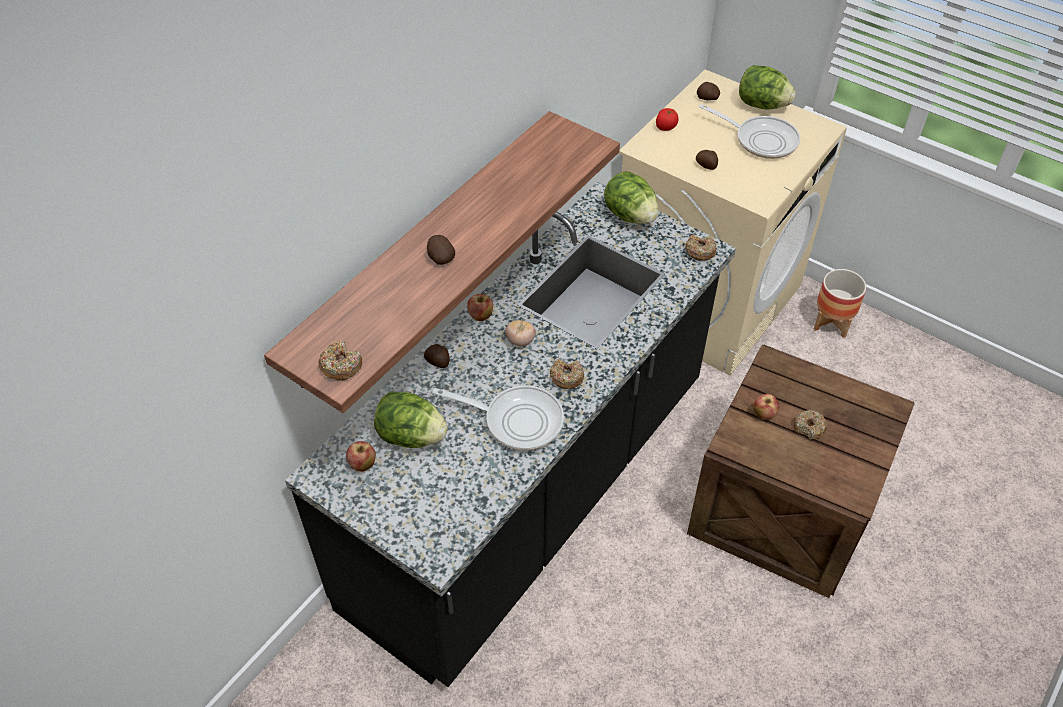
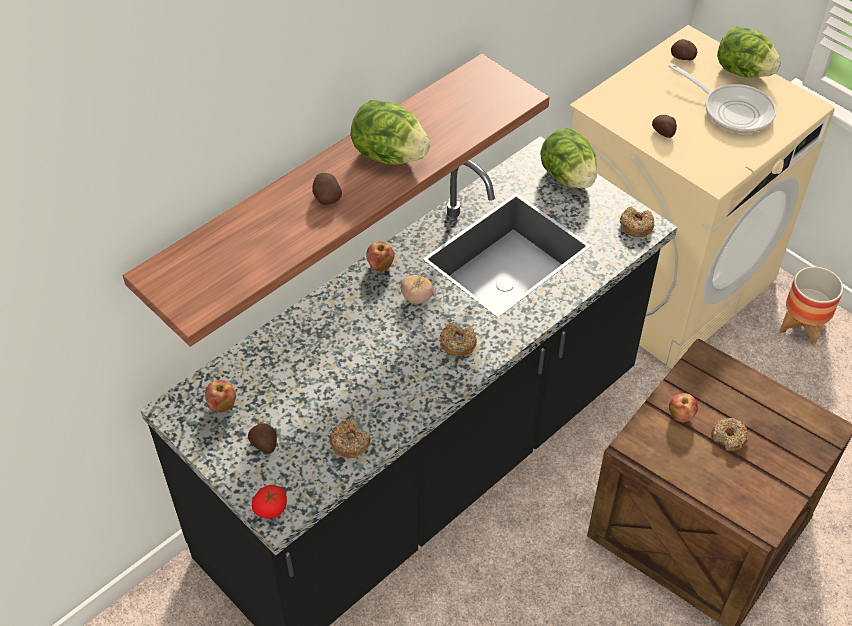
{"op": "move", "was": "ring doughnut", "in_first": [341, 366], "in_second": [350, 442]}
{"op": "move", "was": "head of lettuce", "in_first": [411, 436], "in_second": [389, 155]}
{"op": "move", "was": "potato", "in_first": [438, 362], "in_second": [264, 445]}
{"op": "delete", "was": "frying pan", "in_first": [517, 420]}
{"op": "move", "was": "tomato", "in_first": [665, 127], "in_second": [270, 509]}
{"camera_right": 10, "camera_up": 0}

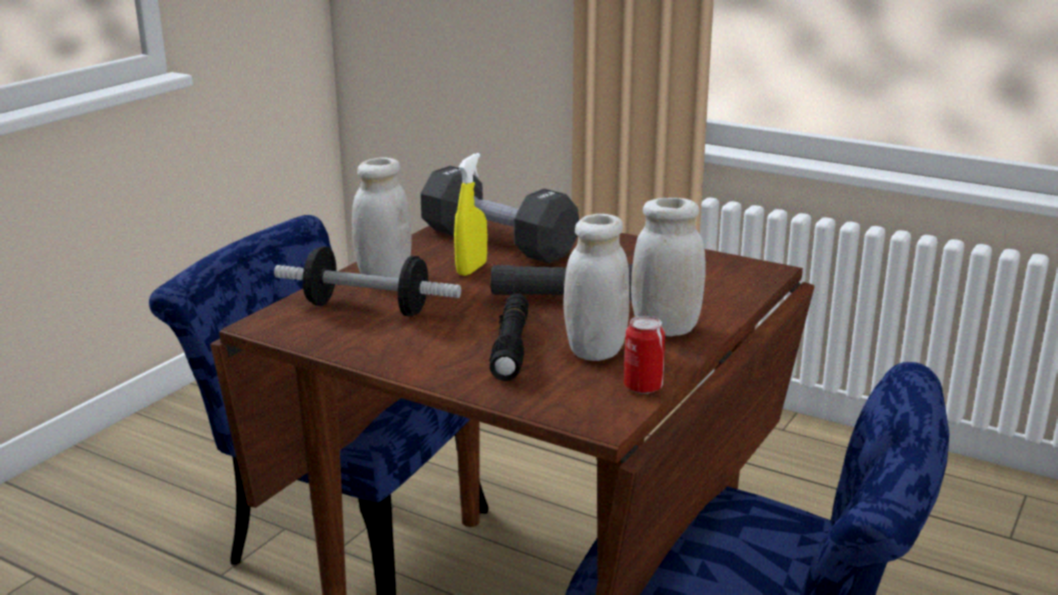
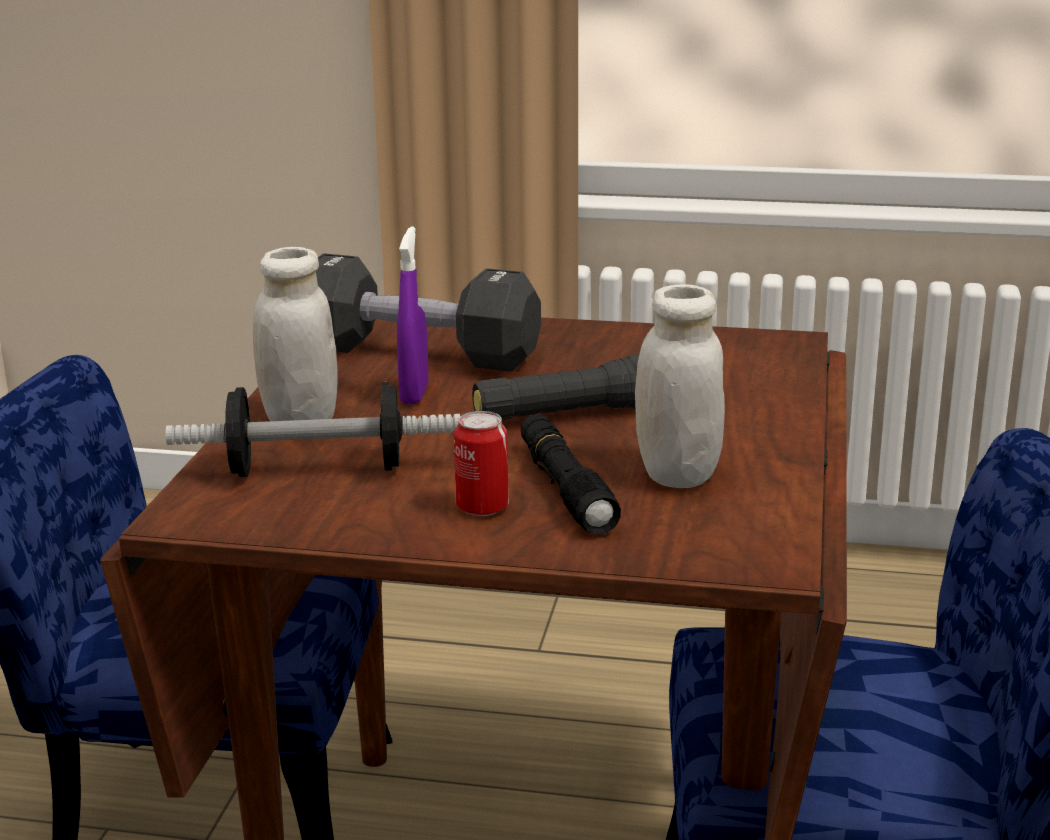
{"op": "recolor", "was": "yellowish hand sprayer", "now": "purple-coloured hand sprayer", "in_first": [471, 269], "in_second": [414, 394]}
{"op": "move", "was": "sealed can", "in_first": [643, 387], "in_second": [482, 507]}
{"op": "delete", "was": "whitish storage jar", "in_first": [665, 328]}
{"camera_right": -20, "camera_up": 0}

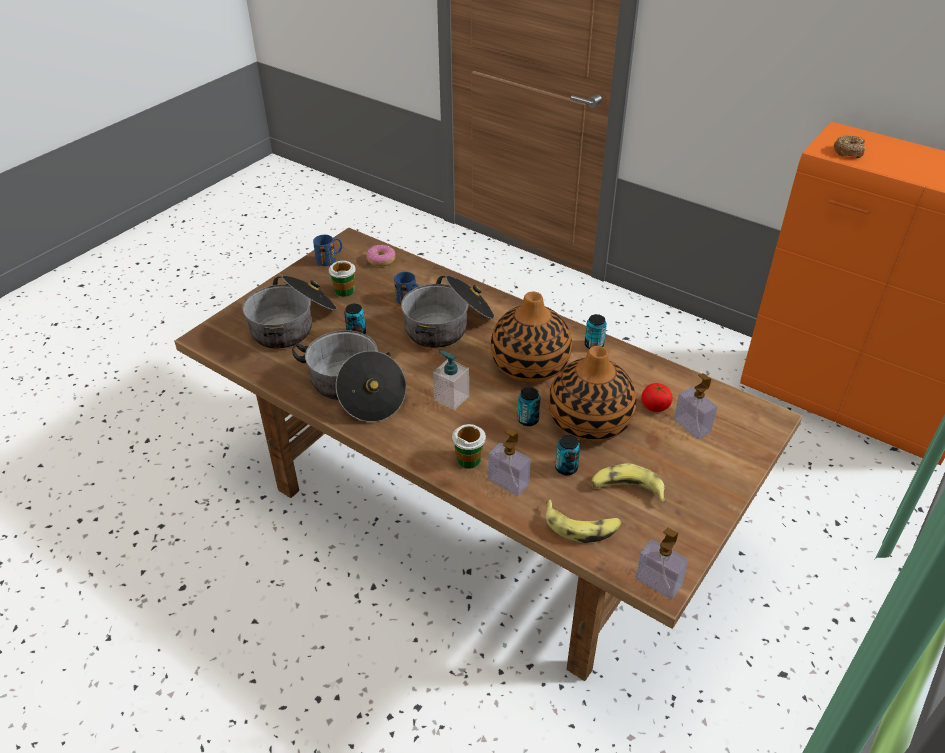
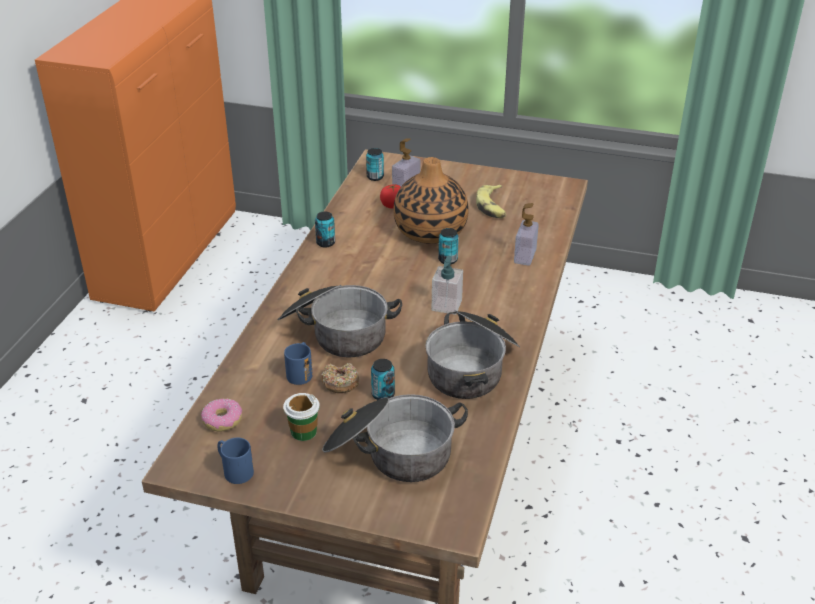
{"op": "delete", "was": "cup", "in_first": [469, 459]}
{"op": "delete", "was": "vase", "in_first": [530, 365]}
{"op": "delete", "was": "banana fruit", "in_first": [582, 526]}
{"op": "move", "was": "sealed can", "in_first": [566, 468], "in_second": [375, 177]}
{"op": "delete", "was": "liquid soap bottle", "in_first": [658, 582]}
{"op": "move", "was": "ring doughnut", "in_first": [848, 151], "in_second": [340, 383]}
{"camera_right": -110, "camera_up": -5}

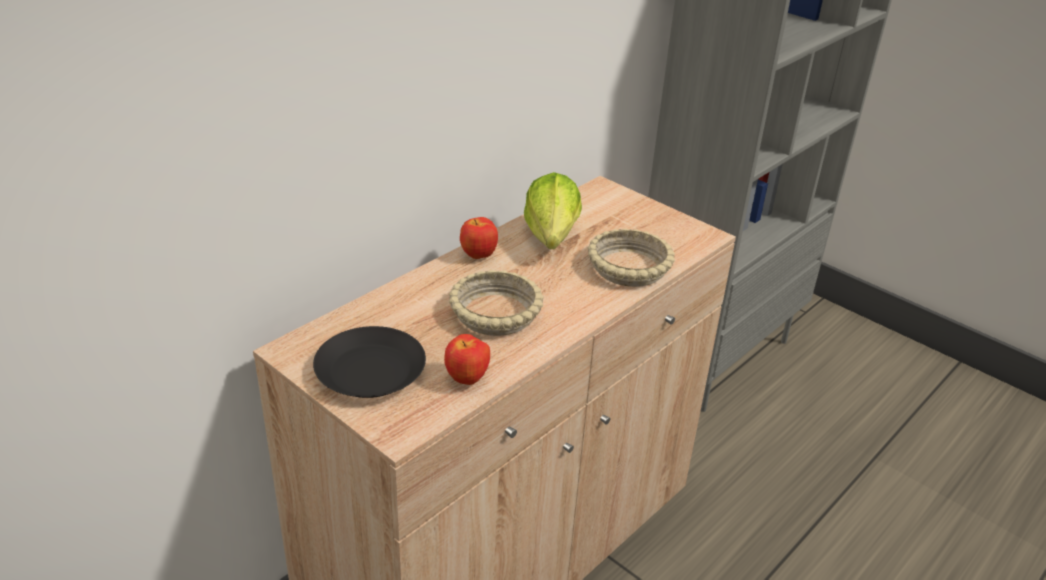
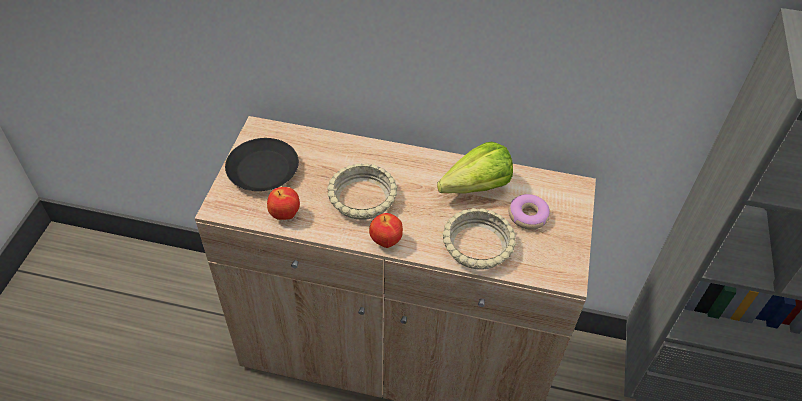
{"op": "move", "was": "apple fruit", "in_first": [478, 256], "in_second": [385, 241]}
{"op": "insert", "now": "ring doughnut", "in_second": [528, 215]}
{"camera_right": 60, "camera_up": 15}

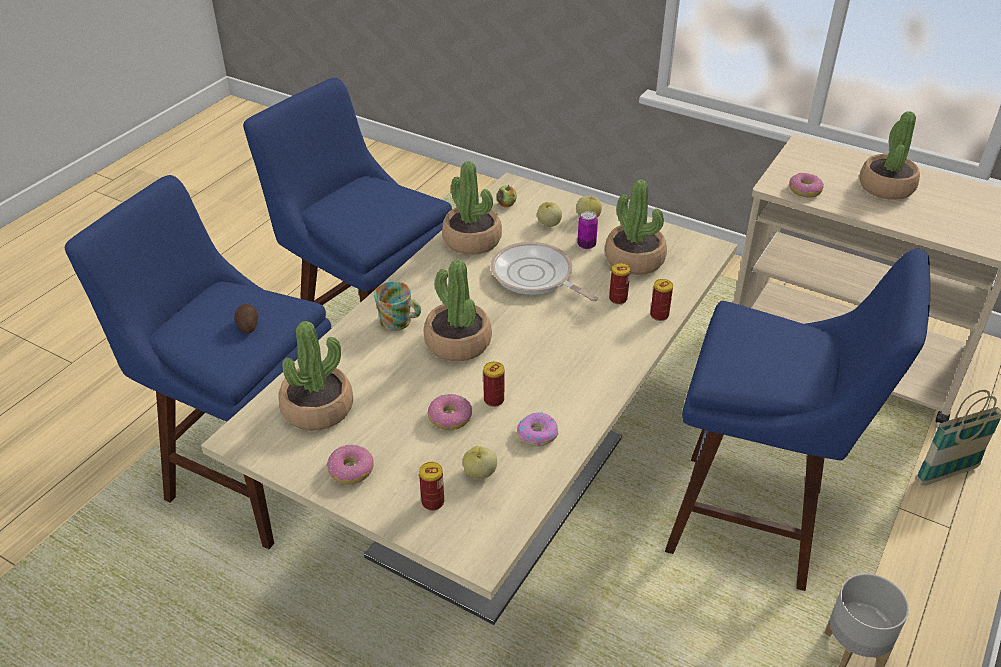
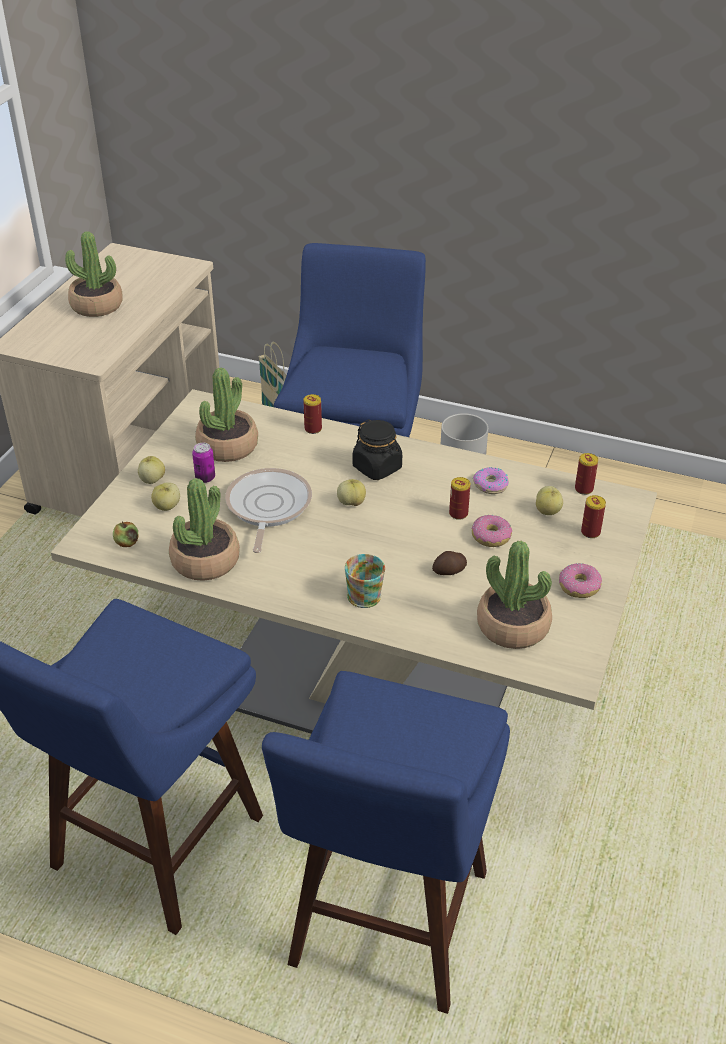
{"op": "move", "was": "potato", "in_first": [248, 325], "in_second": [450, 571]}
{"op": "delete", "was": "plant in a pot", "in_first": [457, 342]}
{"op": "rotate", "was": "frying pan", "in_first": [535, 277], "in_second": [267, 507], "clockwise": 150}
{"op": "move", "was": "sealed can", "in_first": [618, 299], "in_second": [584, 489]}
{"op": "delete", "was": "ring doughnut", "in_first": [804, 190]}
{"op": "insert", "now": "apple fruit", "in_second": [351, 503]}
{"op": "insert", "now": "black storage jar", "in_second": [377, 467]}
{"camera_right": -100, "camera_up": 0}

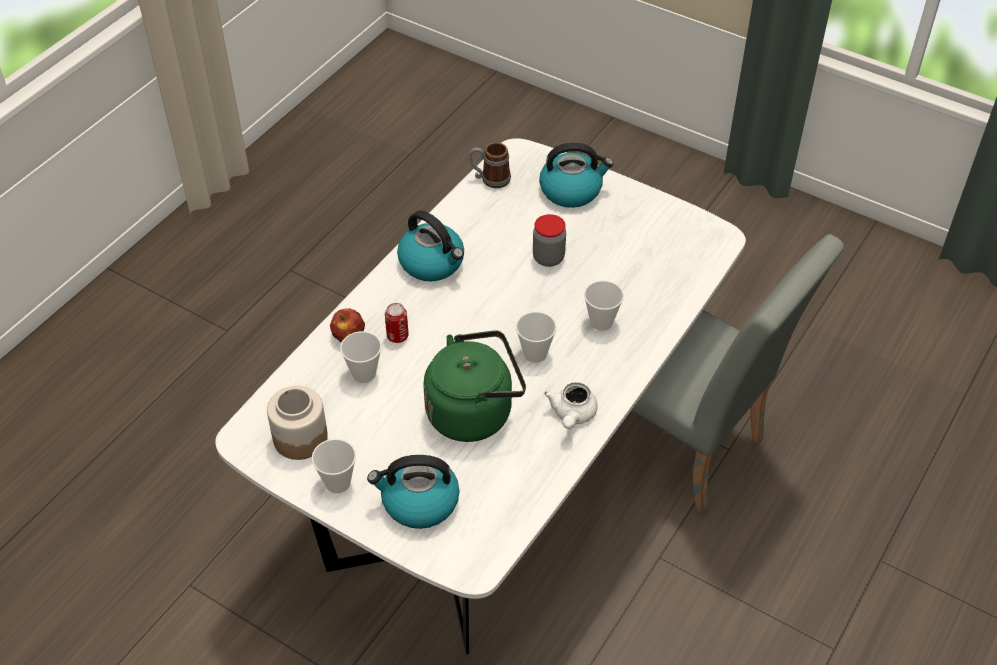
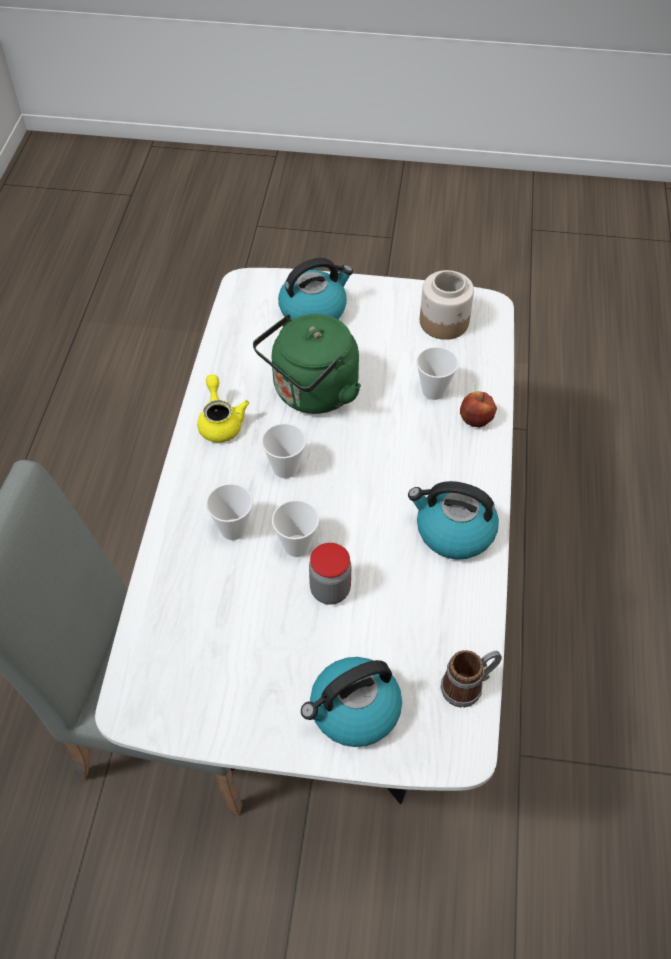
{"op": "move", "was": "cup", "in_first": [338, 483], "in_second": [297, 545]}
{"op": "delete", "was": "sealed can", "in_first": [397, 336]}
{"op": "recolor", "was": "whitish teapot", "now": "yellowish teapot", "in_first": [572, 415], "in_second": [220, 421]}
{"camera_right": 155, "camera_up": 5}

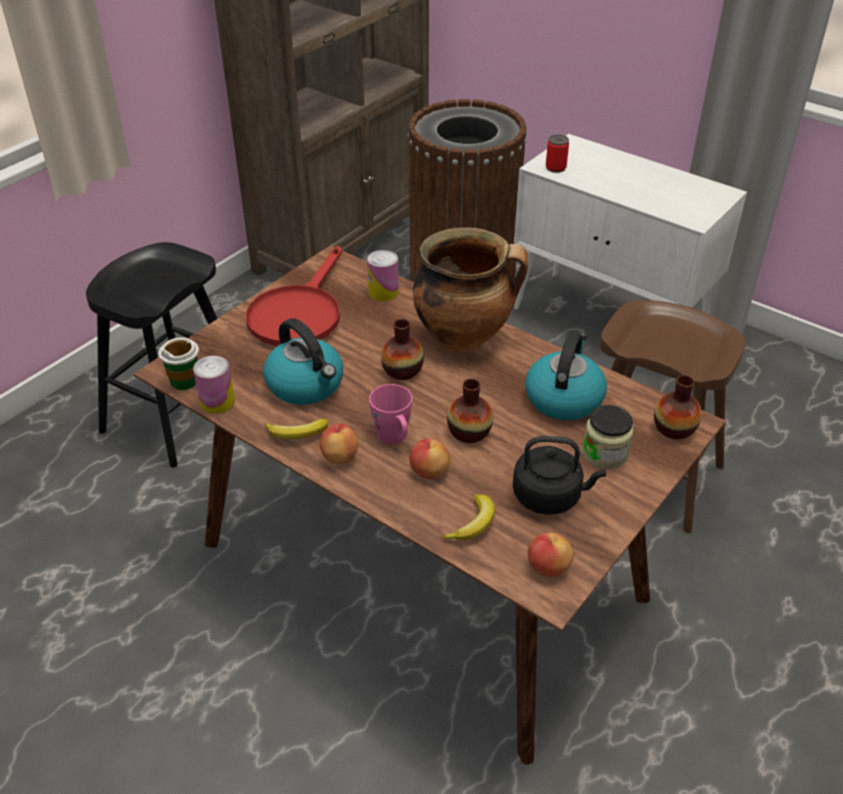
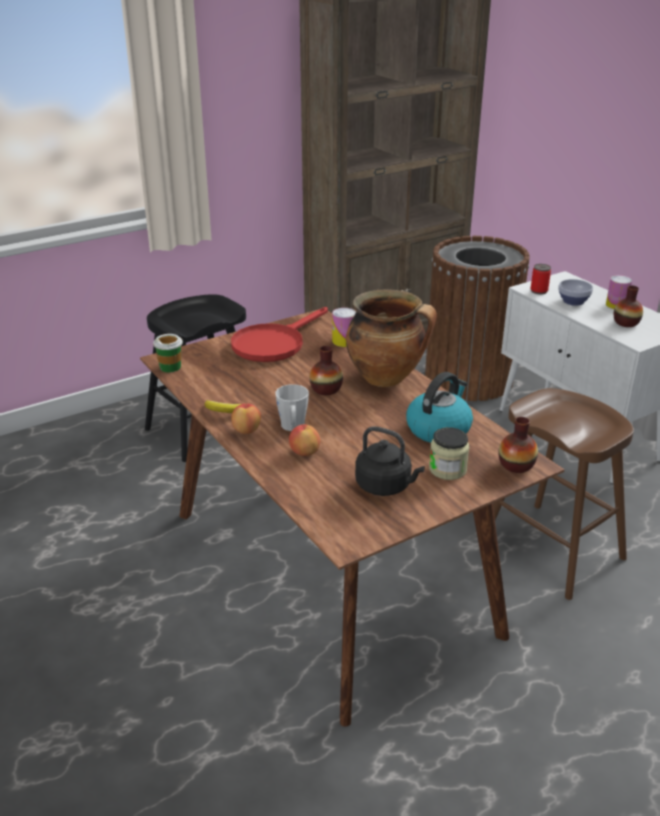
{"op": "move", "was": "sealed can", "in_first": [217, 402], "in_second": [616, 305]}
{"op": "delete", "was": "water kettle", "in_first": [306, 385]}
{"op": "recolor", "was": "pink-coloured tea mug", "now": "greyish tea mug", "in_first": [394, 437], "in_second": [293, 427]}
{"op": "delete", "was": "banana fruit", "in_first": [473, 524]}
{"op": "move", "was": "vase", "in_first": [469, 432], "in_second": [626, 323]}
{"op": "delete", "was": "apple fruit", "in_first": [548, 568]}
{"op": "insert", "now": "serving bowl", "in_second": [574, 302]}
{"camera_right": 20, "camera_up": -10}

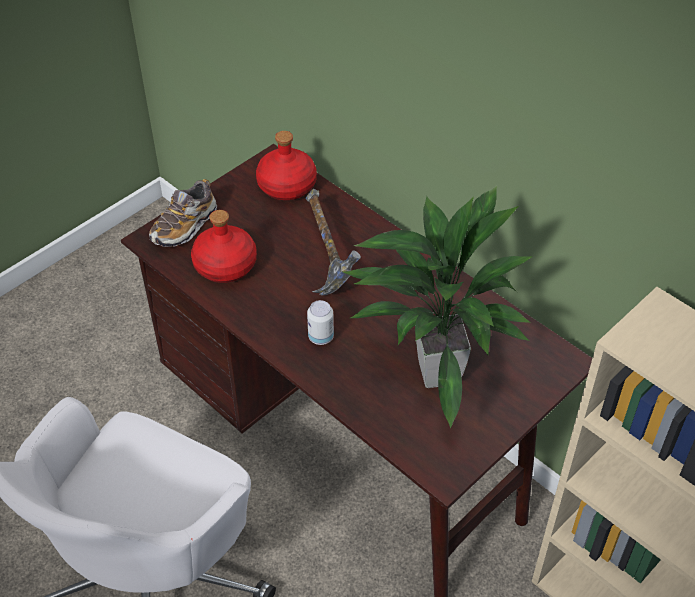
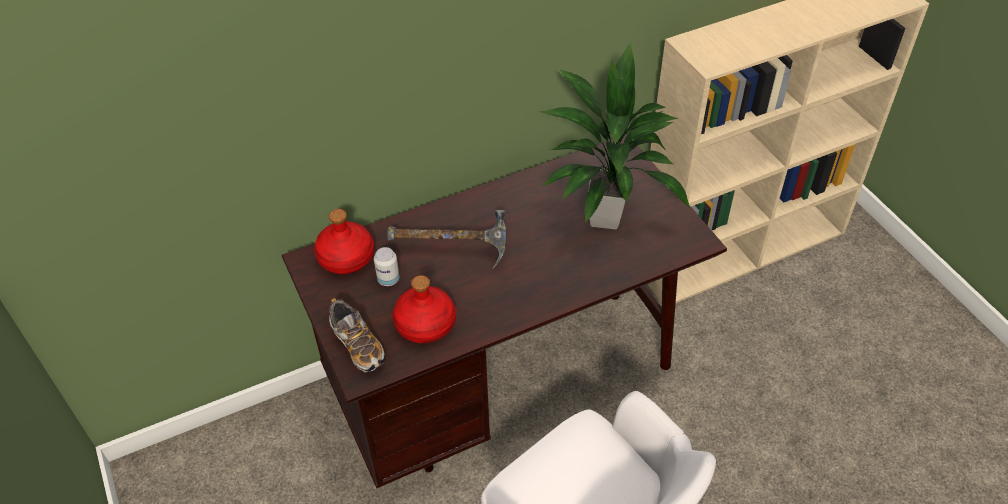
{"op": "move", "was": "sealed can", "in_first": [321, 337], "in_second": [388, 279]}
{"camera_right": -70, "camera_up": 0}

